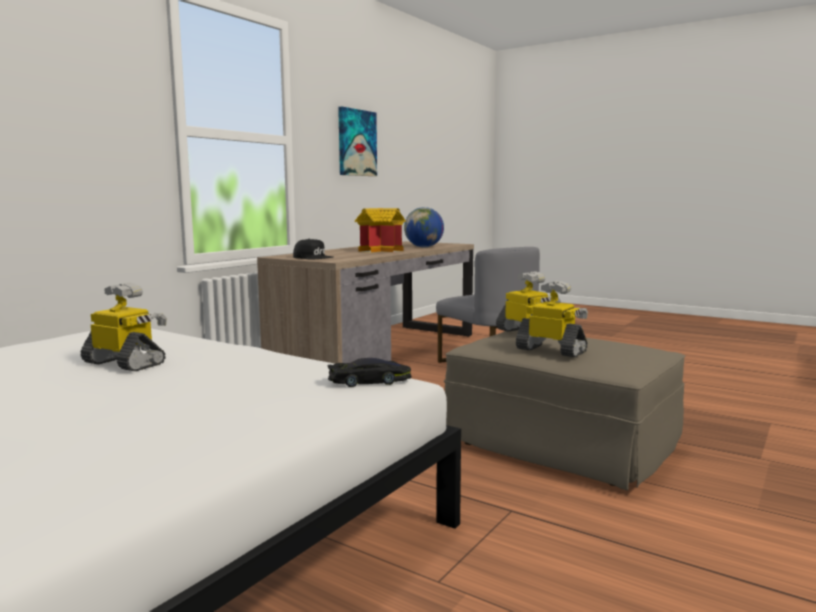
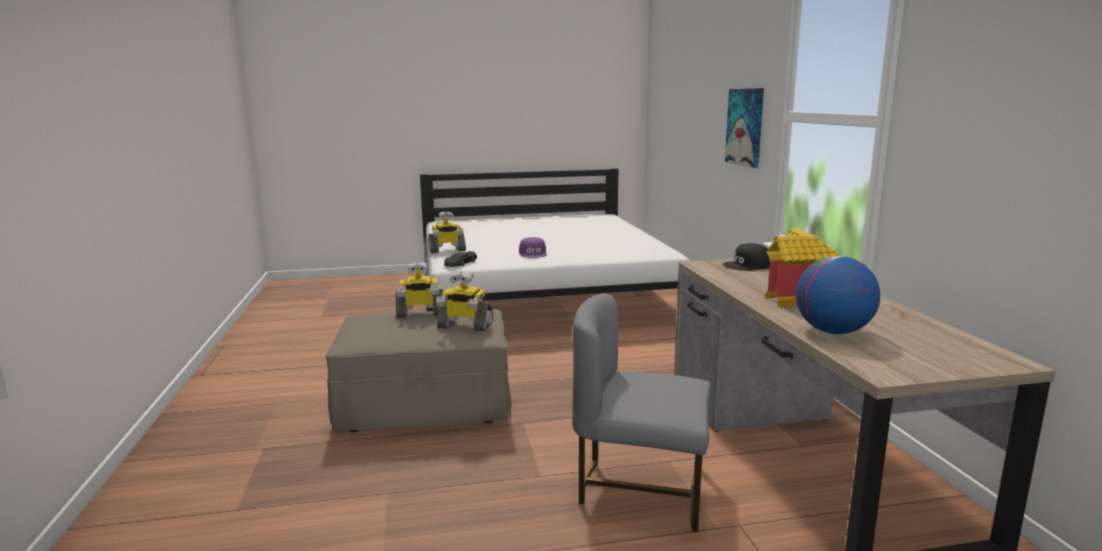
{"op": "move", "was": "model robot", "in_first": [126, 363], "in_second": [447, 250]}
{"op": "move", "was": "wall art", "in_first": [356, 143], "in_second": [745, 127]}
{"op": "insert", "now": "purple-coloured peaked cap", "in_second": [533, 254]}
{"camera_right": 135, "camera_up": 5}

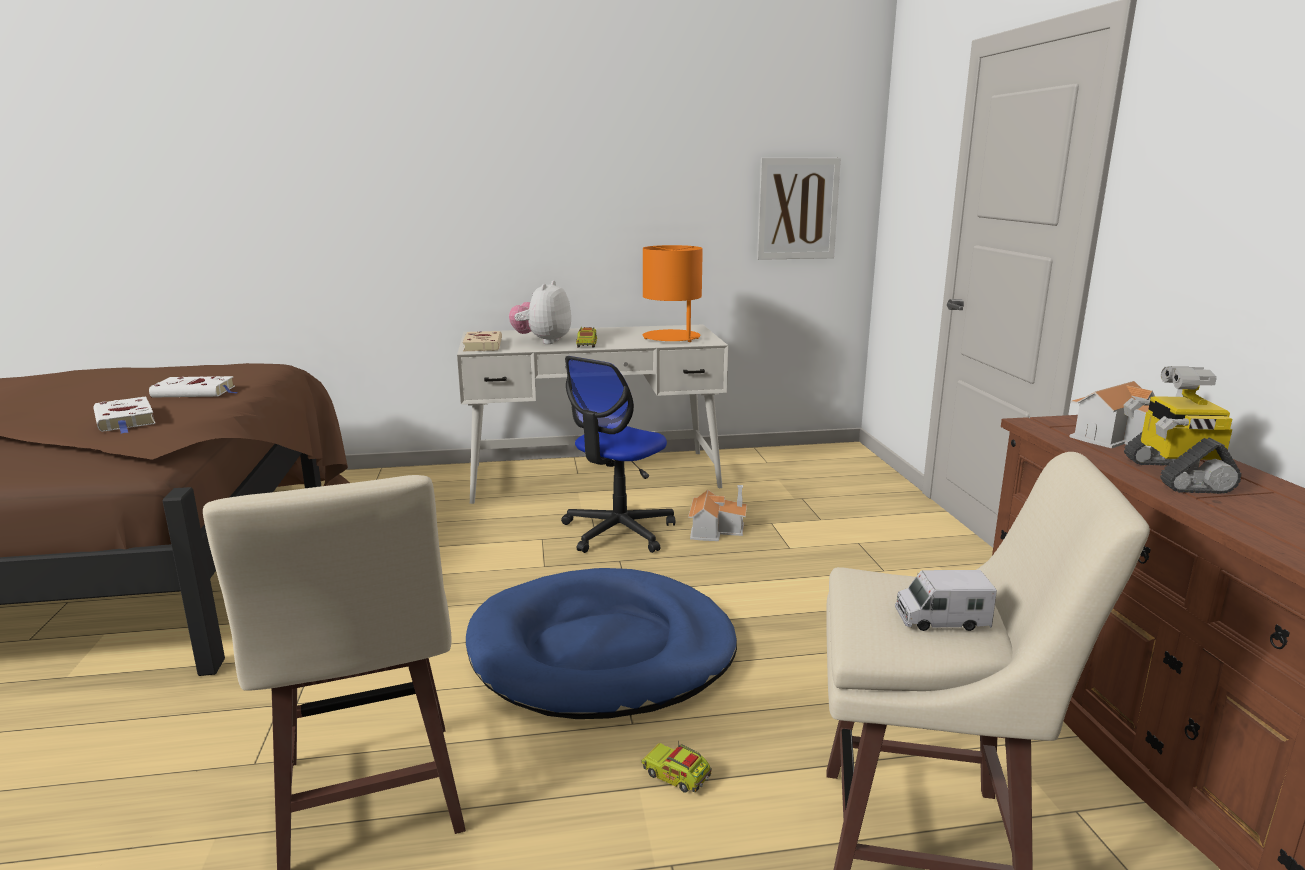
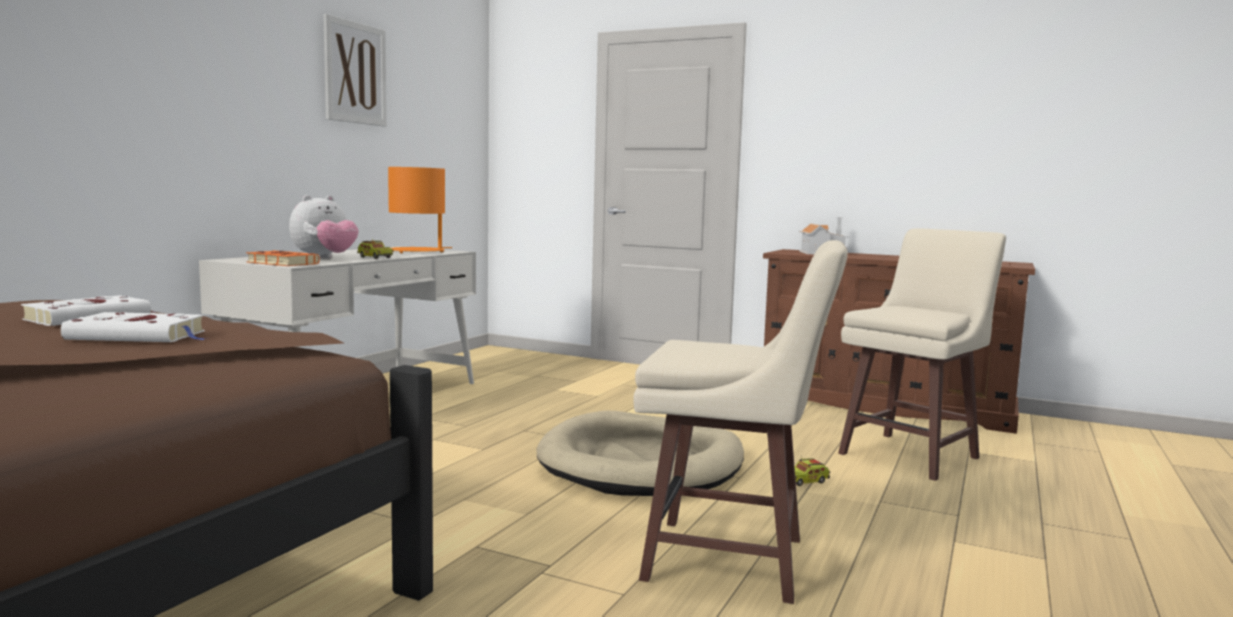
{"op": "recolor", "was": "beige-coloured volume", "now": "orange-coloured volume", "in_first": [482, 345], "in_second": [281, 263]}
{"op": "recolor", "was": "bluish dog cushion", "now": "beige-coloured dog cushion", "in_first": [602, 650], "in_second": [642, 463]}
{"op": "rotate", "was": "plush toy", "in_first": [543, 341], "in_second": [325, 258], "clockwise": -105}
{"op": "delete", "was": "computer chair", "in_first": [618, 531]}
{"op": "delete", "was": "miniature house", "in_first": [716, 529]}
{"op": "move", "was": "wall art", "in_first": [797, 209], "in_second": [355, 73]}
{"op": "delete", "was": "toy lorry", "in_first": [941, 619]}
{"op": "delete", "was": "model robot", "in_first": [1173, 475]}
{"camera_right": -55, "camera_up": -10}

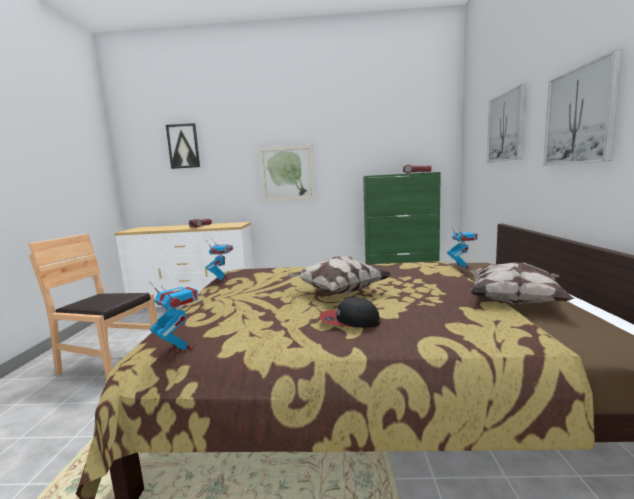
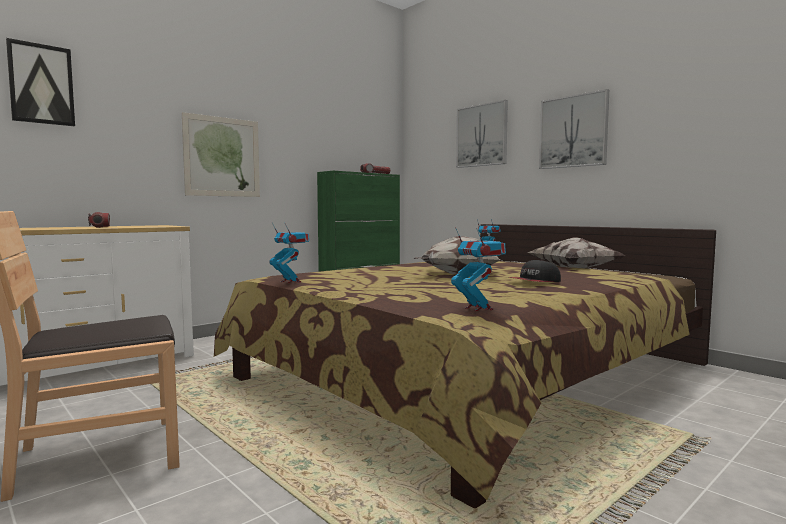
{"op": "rotate", "was": "model robot", "in_first": [180, 348], "in_second": [478, 308], "clockwise": 60}
{"camera_right": -45, "camera_up": -5}

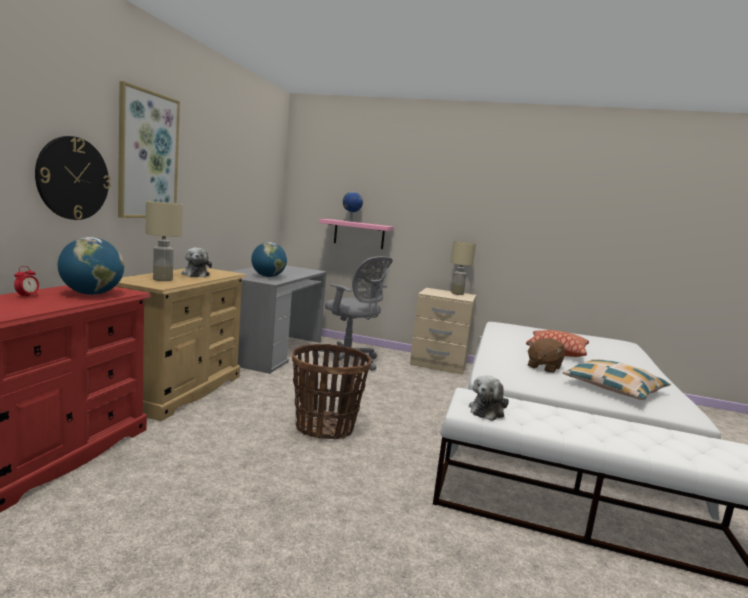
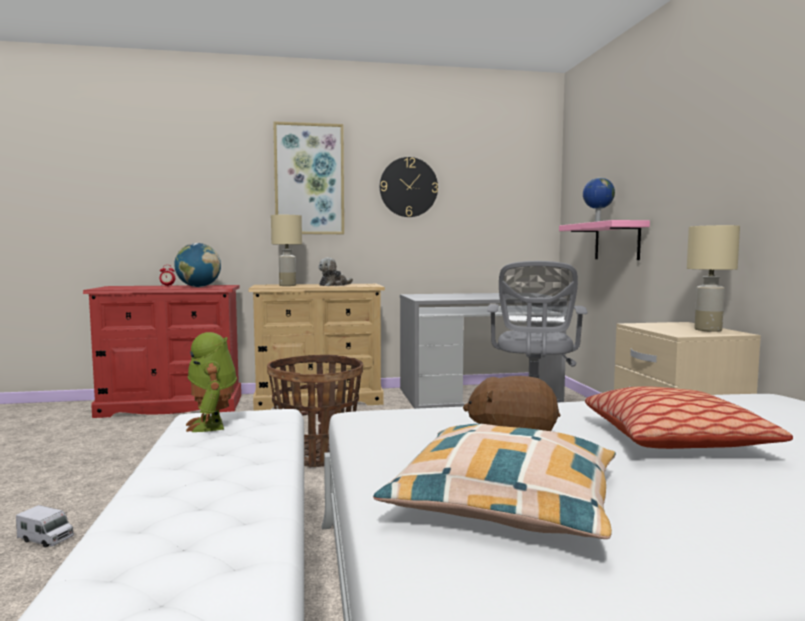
{"op": "move", "was": "hanging clock", "in_first": [73, 178], "in_second": [408, 187]}
{"op": "delete", "was": "world globe", "in_first": [268, 276]}
{"op": "replace", "was": "plush toy", "now": "model robot", "in_first": [487, 411], "in_second": [212, 425]}
{"op": "insert", "now": "toy lorry", "in_second": [46, 539]}
{"camera_right": 65, "camera_up": -5}

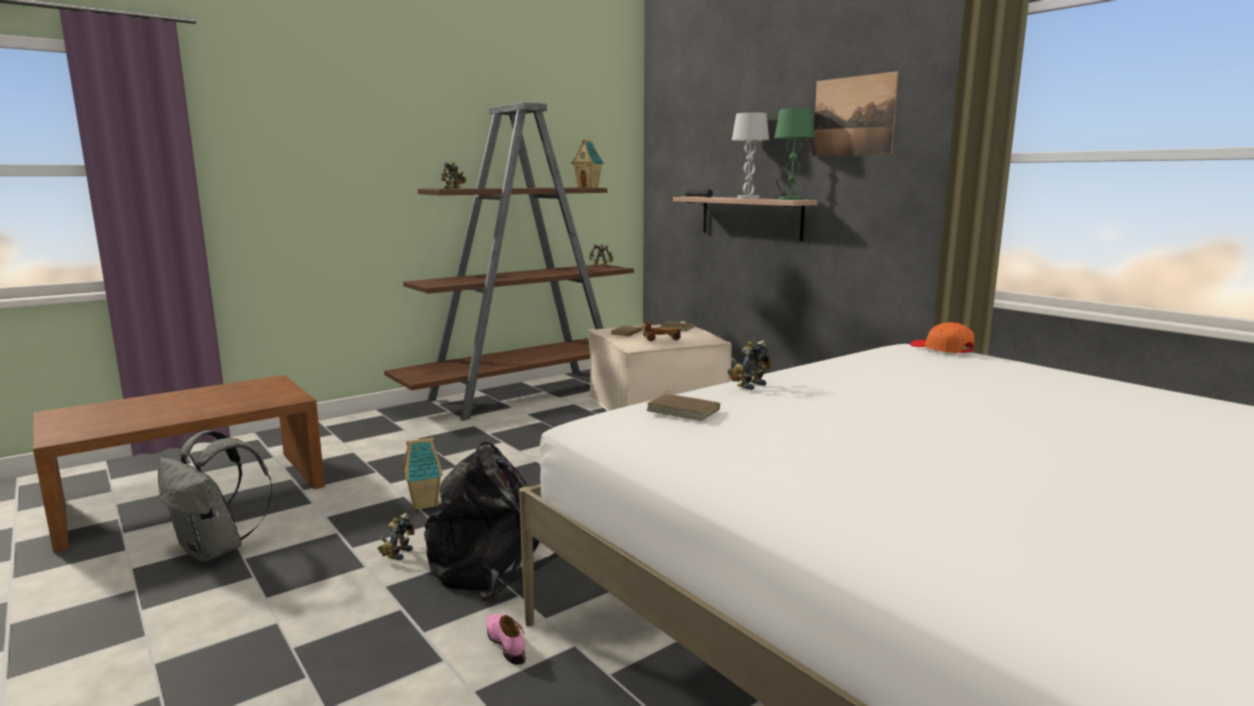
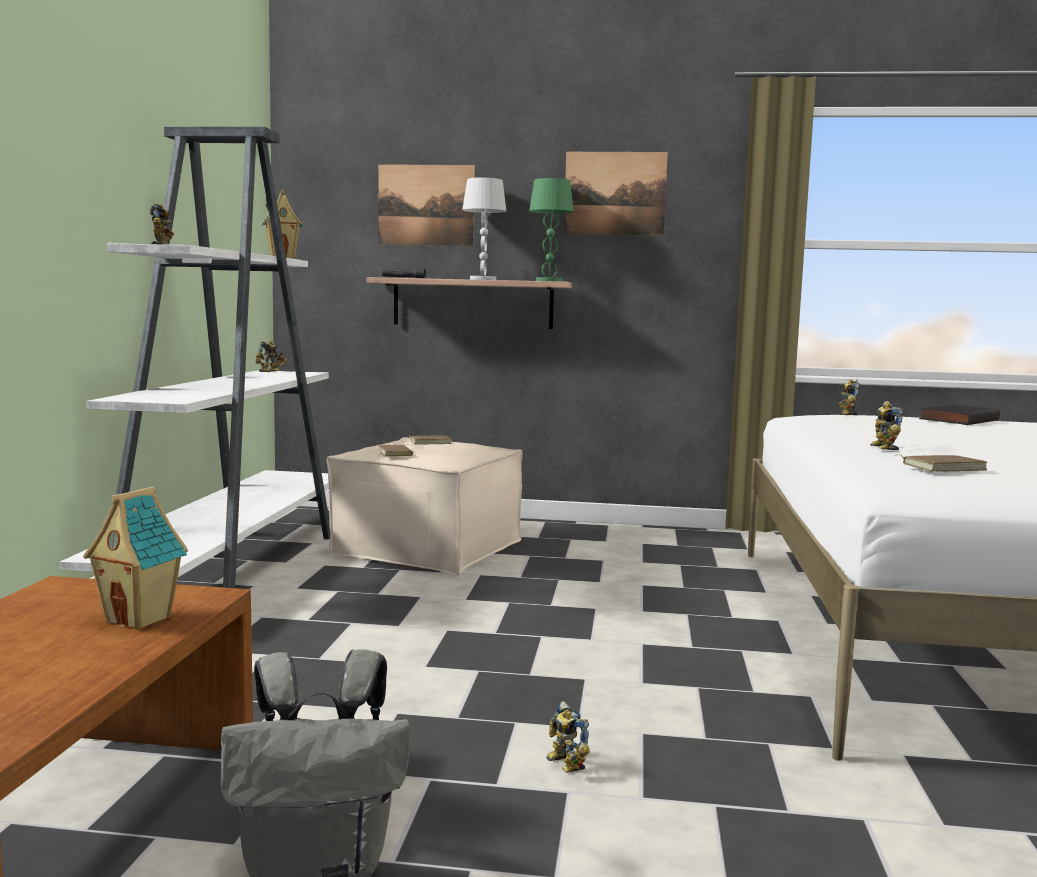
{"op": "recolor", "was": "brownish shelving unit", "now": "whitish shelving unit", "in_first": [529, 393], "in_second": [231, 566]}
{"op": "move", "was": "miniature house", "in_first": [425, 504], "in_second": [140, 619]}
{"op": "delete", "was": "black knapsack", "in_first": [496, 565]}
{"op": "delete", "was": "pink-coloured item of footwear", "in_first": [506, 643]}
{"op": "delete", "was": "toy car", "in_first": [660, 338]}
{"op": "replace", "was": "orange-coloured peaked cap", "now": "model robot", "in_first": [941, 349], "in_second": [847, 414]}
{"op": "insert", "now": "wall art", "in_second": [426, 205]}
{"op": "insert", "now": "black volume", "in_second": [957, 419]}
{"camera_right": -45, "camera_up": -5}

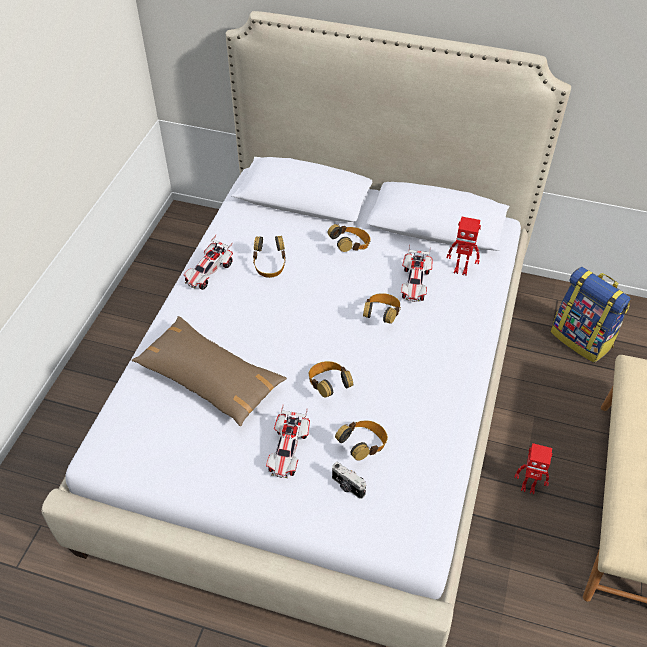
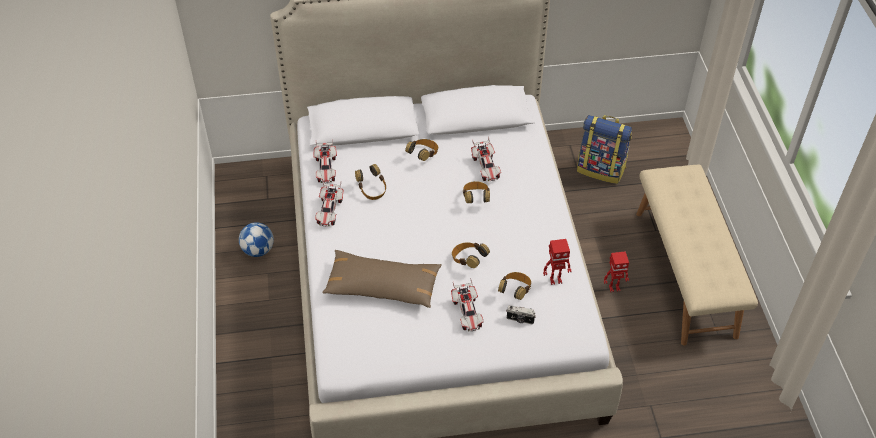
{"op": "move", "was": "model robot", "in_first": [461, 270], "in_second": [555, 280]}
{"op": "insert", "now": "ball for football", "in_second": [258, 250]}
{"op": "insert", "now": "toy car", "in_second": [326, 169]}
{"camera_right": -25, "camera_up": 0}

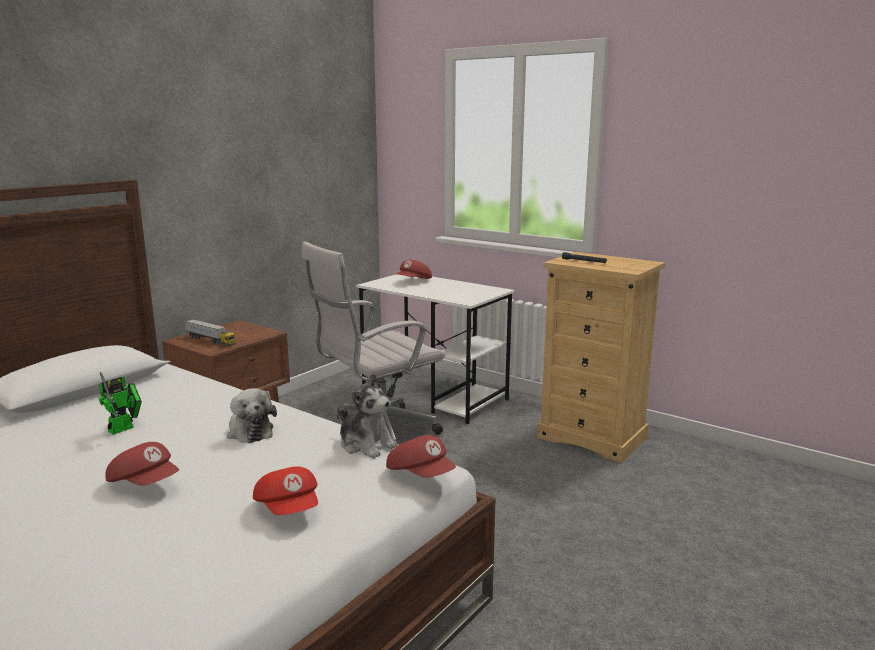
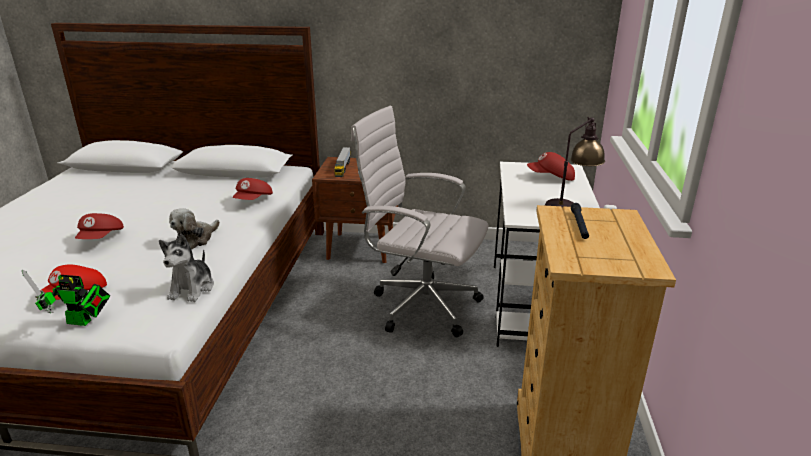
{"op": "move", "was": "model robot", "in_first": [124, 428], "in_second": [82, 322]}
{"op": "move", "was": "reddish peaked cap", "in_first": [421, 474], "in_second": [253, 200]}
{"op": "insert", "now": "tabletop lamp", "in_second": [570, 206]}
{"camera_right": 60, "camera_up": 10}

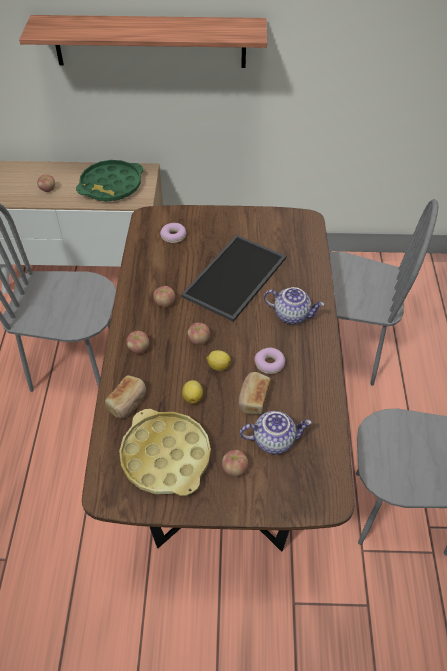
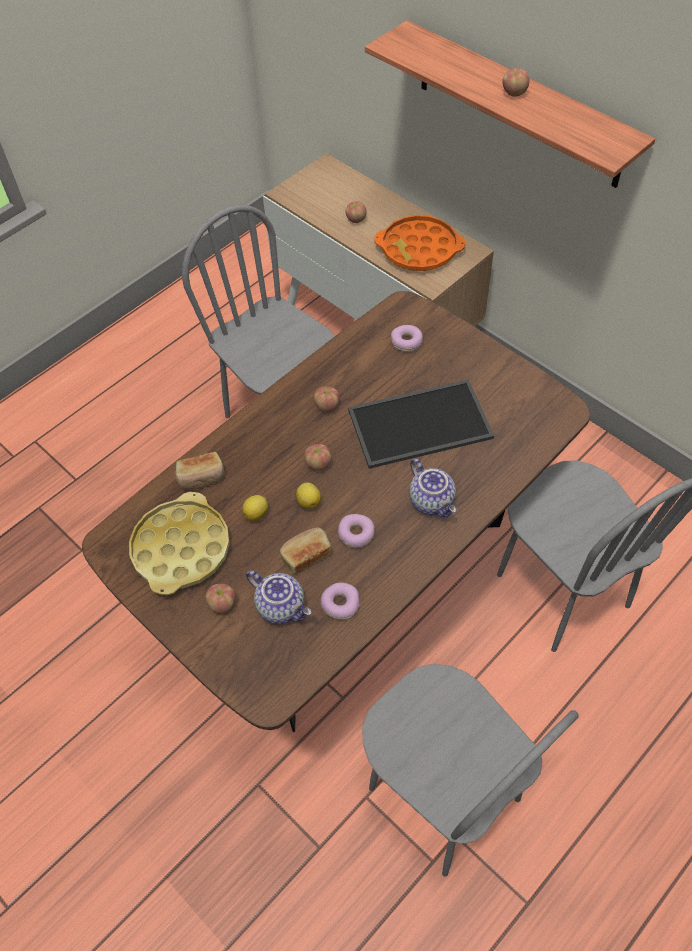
{"op": "recolor", "was": "green tray", "now": "orange-coloured tray", "in_first": [111, 185], "in_second": [419, 249]}
{"op": "move", "was": "apple fruit", "in_first": [139, 348], "in_second": [514, 93]}
{"op": "insert", "now": "ring doughnut", "in_second": [340, 604]}
{"camera_right": 45, "camera_up": 5}

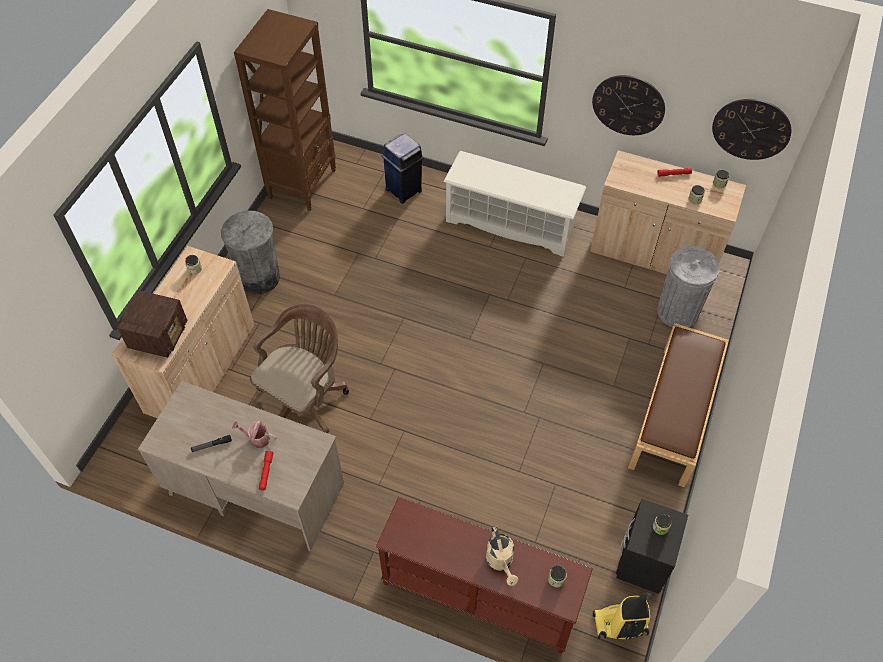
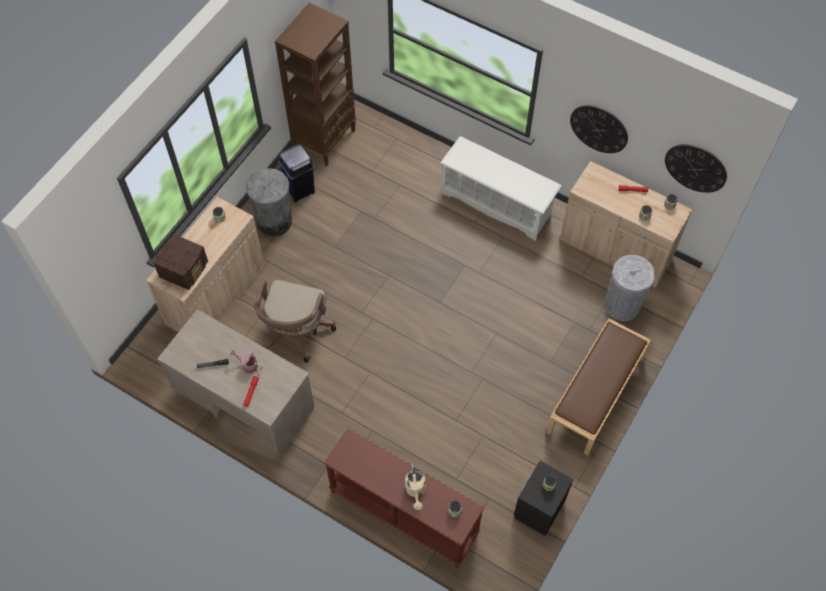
{"op": "rotate", "was": "brownish computer chair", "in_first": [305, 399], "in_second": [295, 333], "clockwise": 150}
{"op": "move", "was": "bluish trash can", "in_first": [404, 190], "in_second": [300, 189]}
{"op": "delete", "was": "hoover", "in_first": [619, 625]}
{"camera_right": 10, "camera_up": 5}

